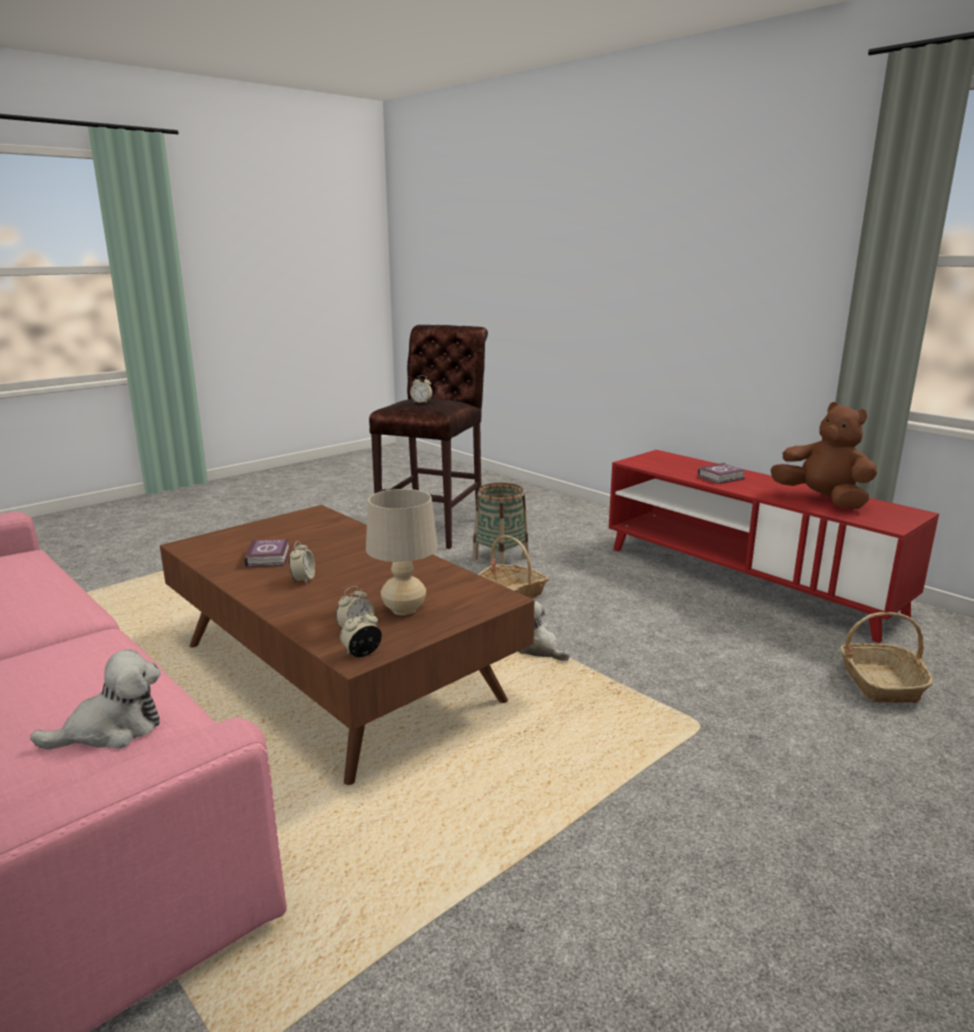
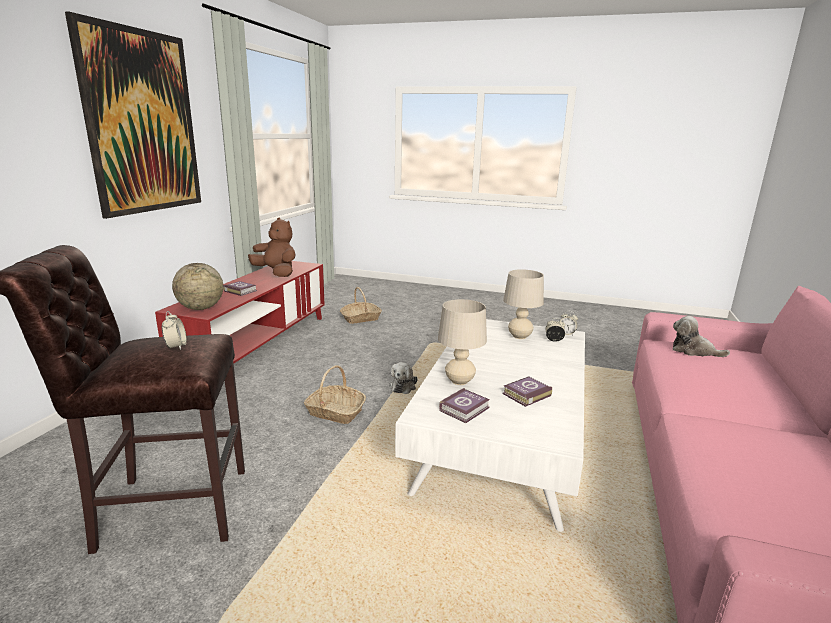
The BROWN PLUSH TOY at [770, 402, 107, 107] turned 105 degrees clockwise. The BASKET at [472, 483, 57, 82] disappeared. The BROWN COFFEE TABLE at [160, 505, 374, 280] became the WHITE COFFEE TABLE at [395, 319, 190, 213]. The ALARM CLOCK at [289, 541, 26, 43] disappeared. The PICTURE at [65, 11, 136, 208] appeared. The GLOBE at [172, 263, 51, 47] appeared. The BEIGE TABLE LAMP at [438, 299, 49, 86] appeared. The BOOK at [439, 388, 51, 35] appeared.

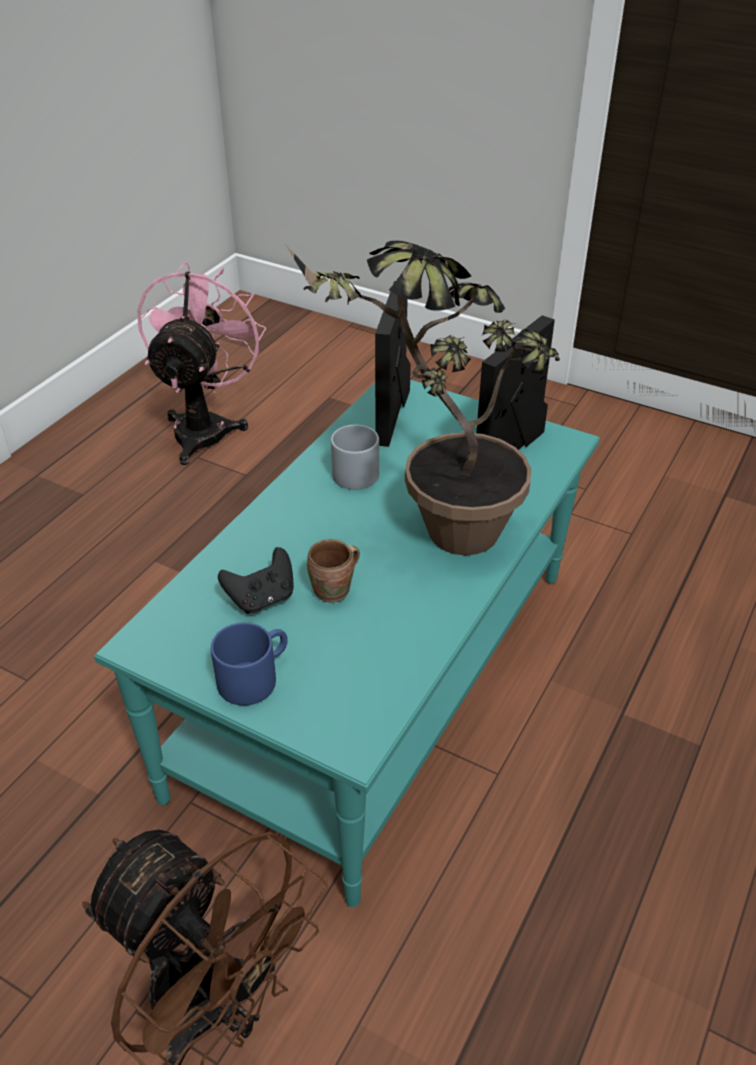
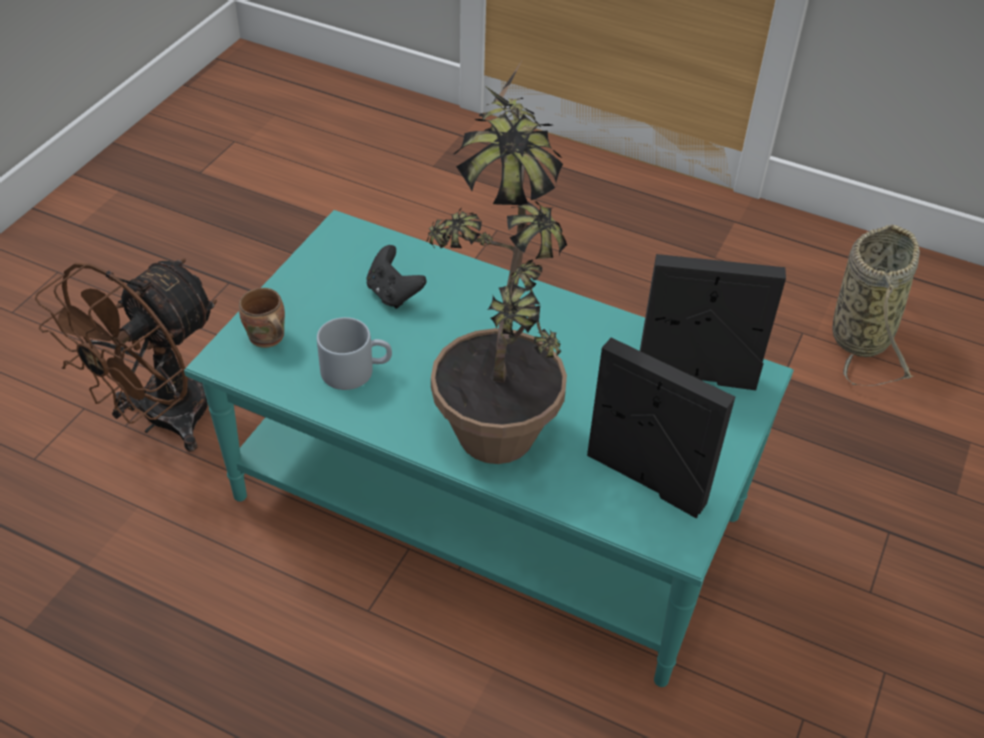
The PINK FAN at [137, 262, 129, 203] was replaced by the BASKET at [832, 225, 88, 161]. The GREY MUG moved from [331, 425, 48, 65] to [317, 317, 75, 73]. The BROWN MUG moved from [307, 539, 53, 64] to [239, 288, 46, 60]. The BLUE MUG at [211, 622, 77, 84] disappeared.

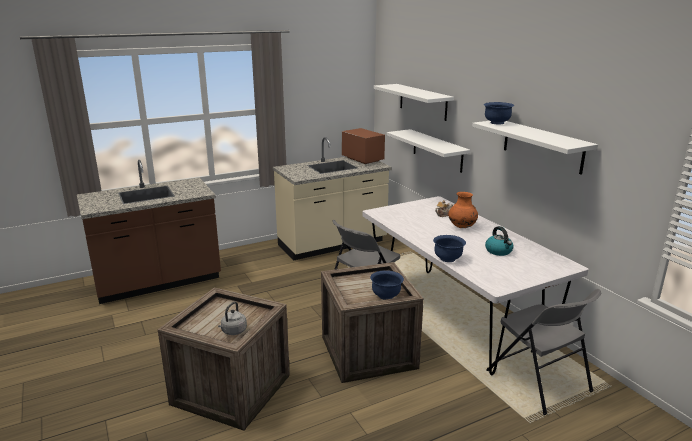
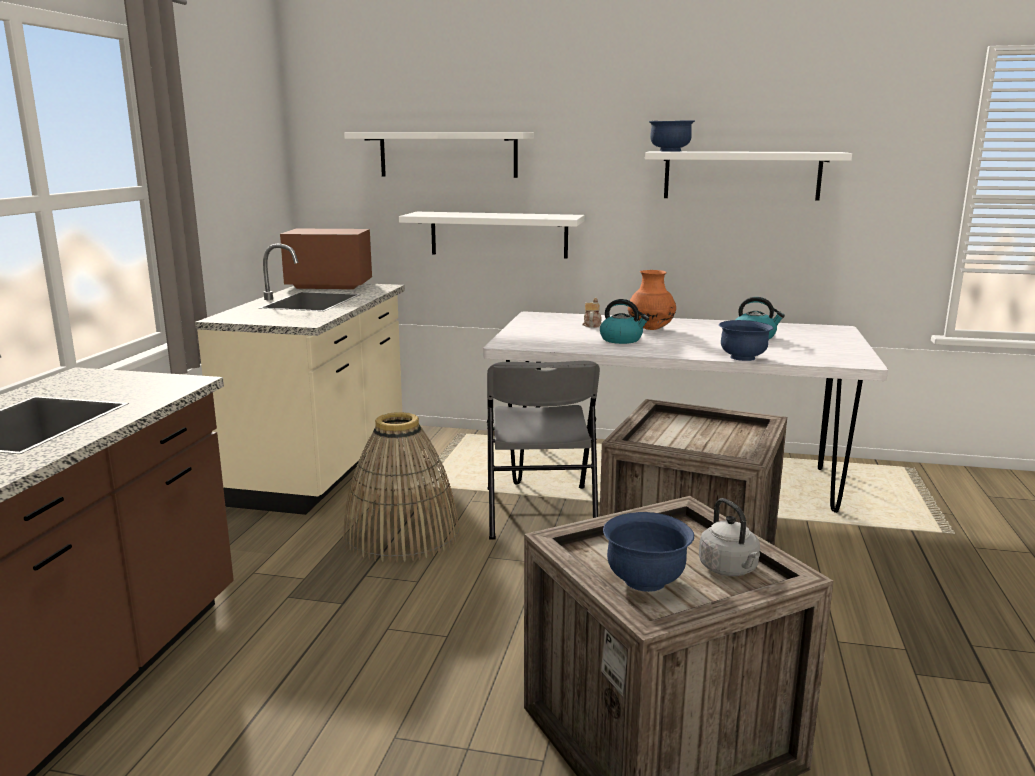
The BLUE BOWL moved from [370, 270, 34, 30] to [603, 512, 91, 80]. The GREY CHAIR at [486, 289, 115, 126] disappeared. The KETTLE at [600, 299, 49, 45] appeared. The BASKET at [343, 412, 117, 151] appeared.

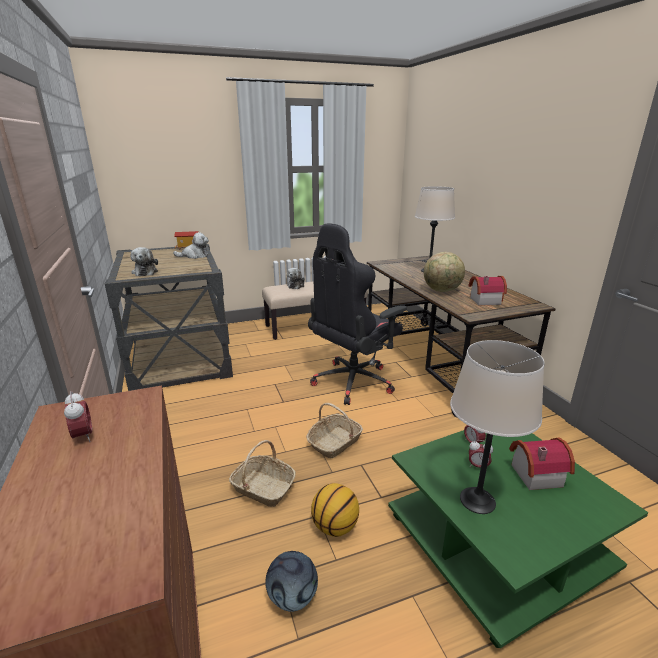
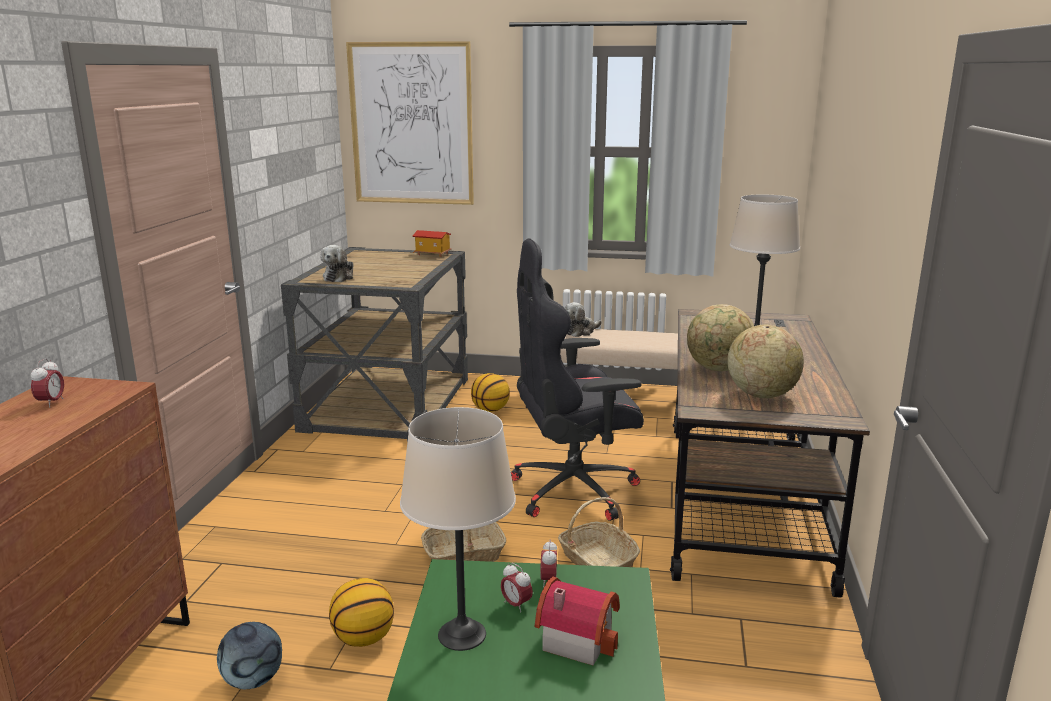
The PLUSH TOY at [173, 232, 36, 27] disappeared. The TOY HOUSE at [468, 276, 39, 29] was replaced by the GLOBE at [727, 325, 77, 73]. The BASKET moved from [229, 440, 67, 67] to [558, 497, 82, 70]. The PICTURE at [346, 41, 128, 164] appeared. The BASKETBALL at [471, 373, 39, 39] appeared.

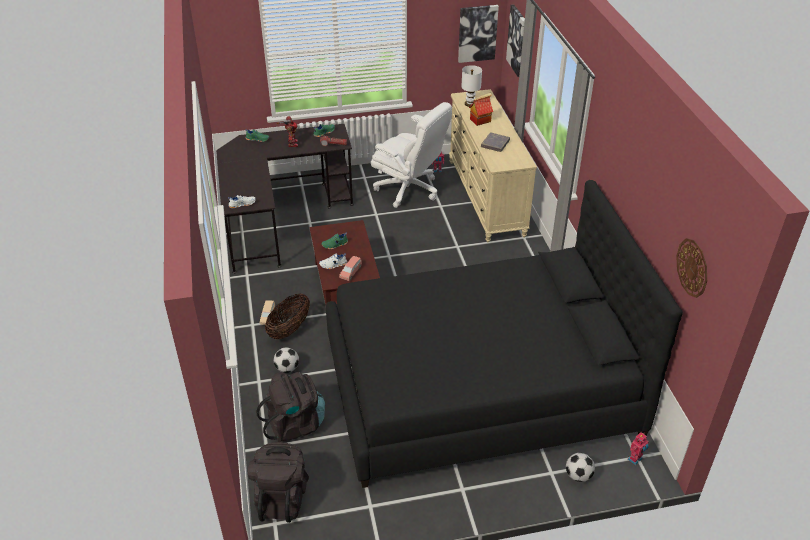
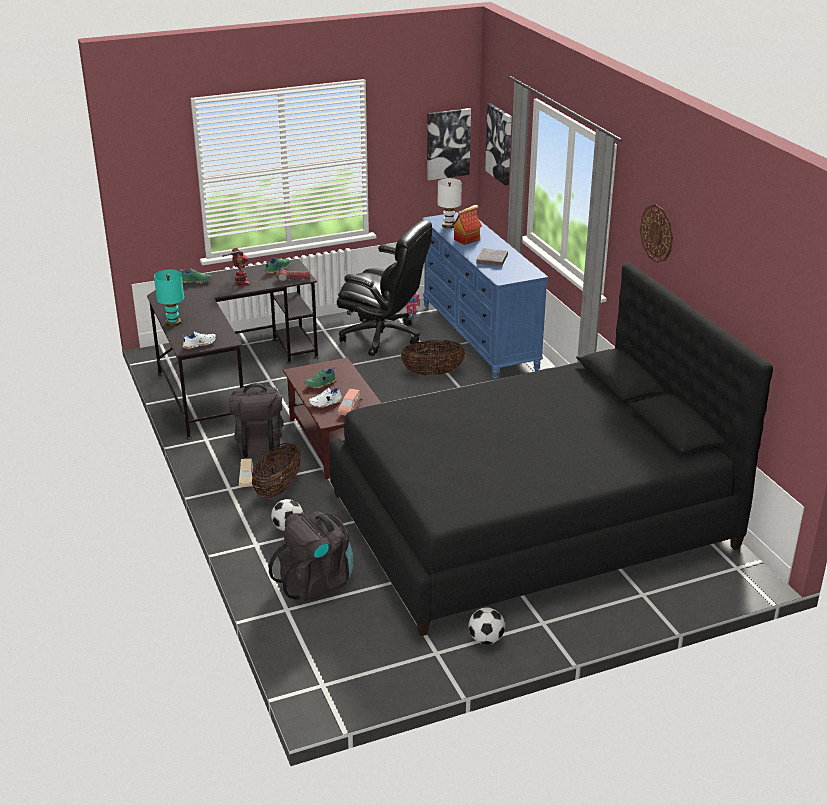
The BEIGE DRESSER at [449, 89, 88, 153] became the BLUE DRESSER at [423, 212, 125, 168]. The WHITE OFFICE CHAIR at [371, 102, 81, 106] became the BLACK OFFICE CHAIR at [337, 220, 95, 136]. The WALL CLOCK moved from [676, 238, 31, 60] to [640, 204, 33, 59]. The TOY ROBOT at [628, 432, 21, 33] disappeared. The BLACK BACKPACK moved from [248, 442, 61, 81] to [229, 383, 55, 76]. The FOOTBALL moved from [566, 453, 29, 29] to [468, 607, 37, 38]. The TURQUOISE TABLE LAMP at [154, 269, 30, 57] appeared. The BASKET at [401, 340, 65, 35] appeared.

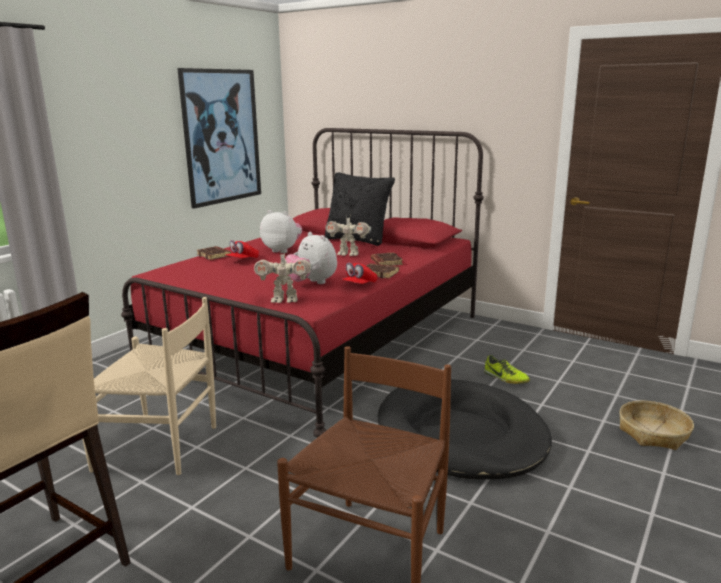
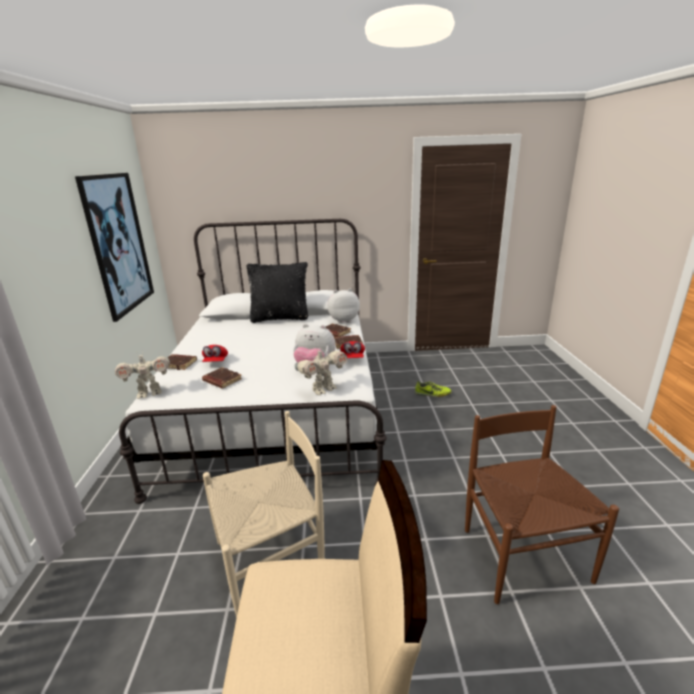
The RED BED at [121, 128, 363, 309] became the WHITE BED at [119, 219, 267, 285]. The PLUSH TOY moved from [260, 210, 42, 43] to [327, 289, 33, 35]. The TOY ROBOT moved from [325, 214, 46, 42] to [115, 354, 55, 45]. The BLACK DOG BED at [378, 379, 174, 101] disappeared. The BASKET at [619, 401, 75, 49] disappeared. The BROWN BOOK at [202, 367, 40, 22] appeared.

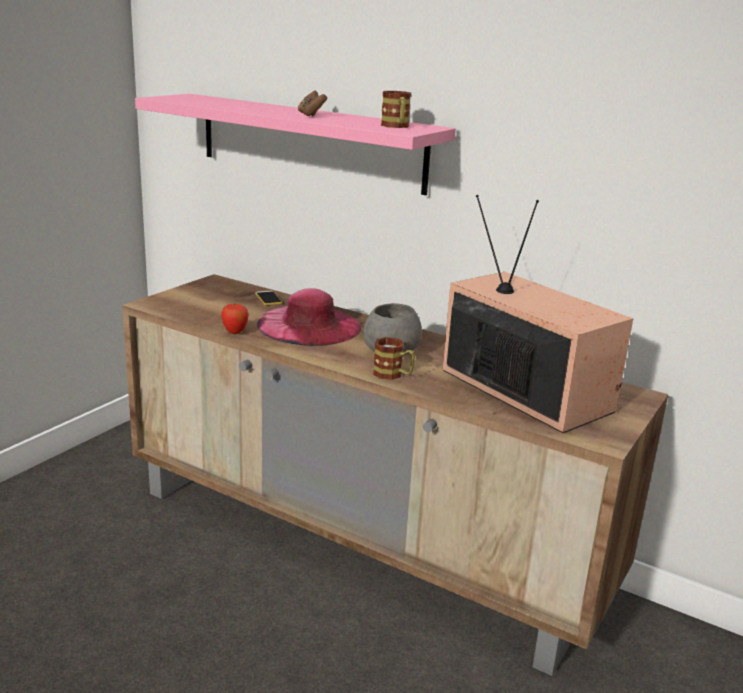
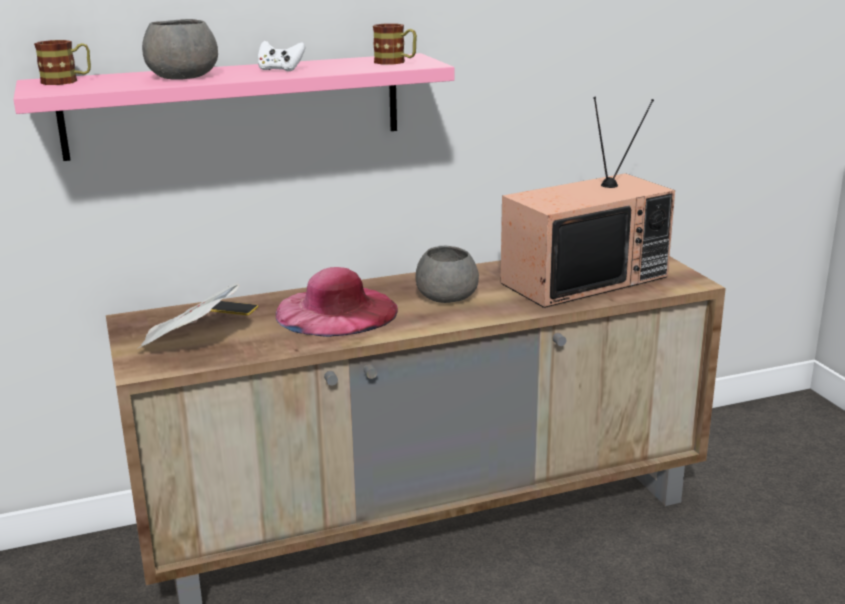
The BROWN GAME CONTROLLER at [298, 90, 29, 26] became the WHITE GAME CONTROLLER at [258, 41, 48, 30]. The TELEVISION at [443, 195, 190, 238] turned 150 degrees clockwise. The APPLE at [221, 303, 28, 31] disappeared. The MUG moved from [373, 337, 42, 43] to [34, 40, 57, 45]. The GREY BOWL at [142, 19, 76, 61] appeared. The NEWSPAPER at [137, 283, 102, 66] appeared.

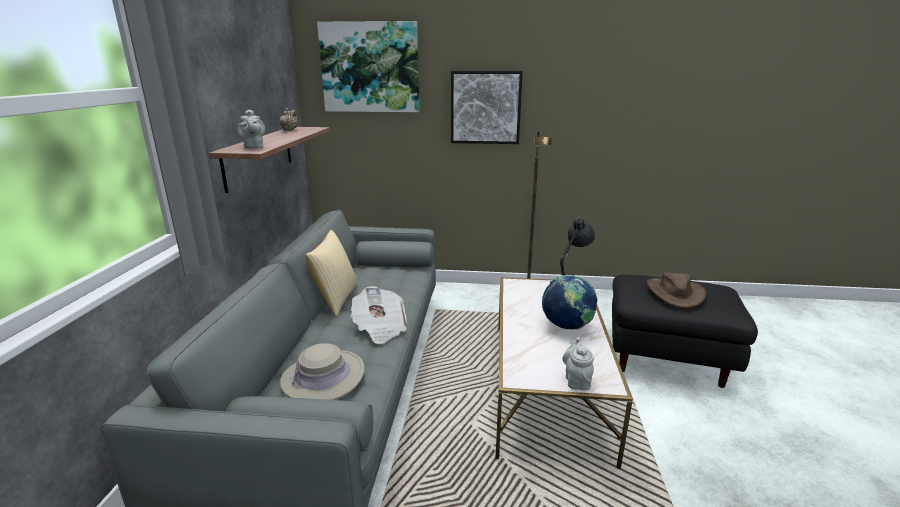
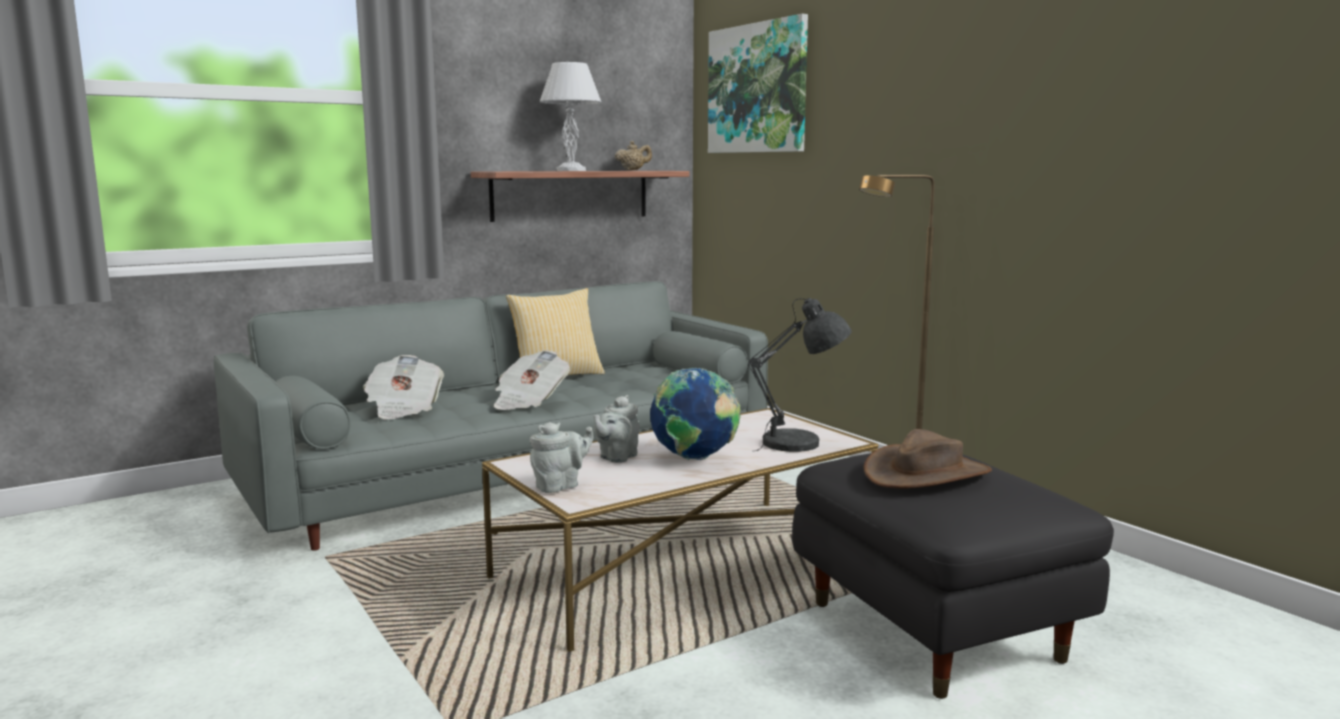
The PICTURE at [451, 71, 72, 73] disappeared. The GREY TEAPOT moved from [238, 109, 27, 39] to [593, 395, 47, 68]. The BEIGE HAT at [280, 343, 85, 57] was replaced by the NEWSPAPER at [363, 355, 82, 64]. The WHITE TABLE LAMP at [540, 62, 61, 109] appeared.

